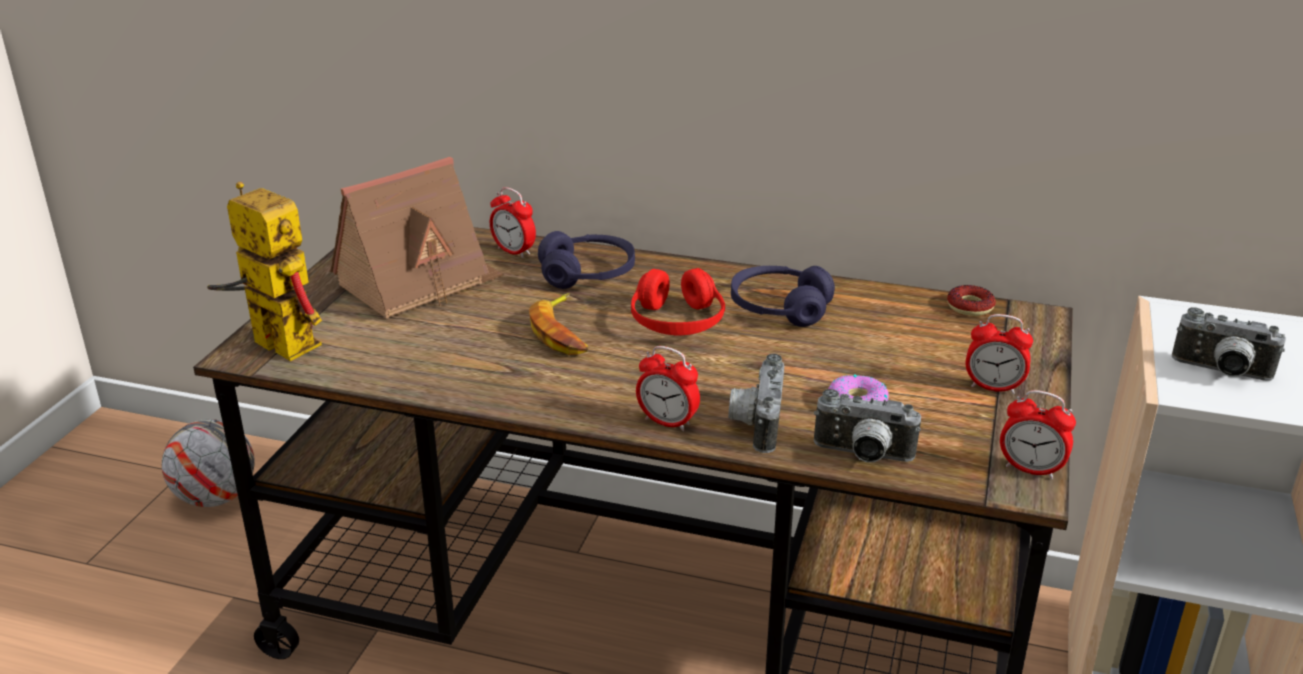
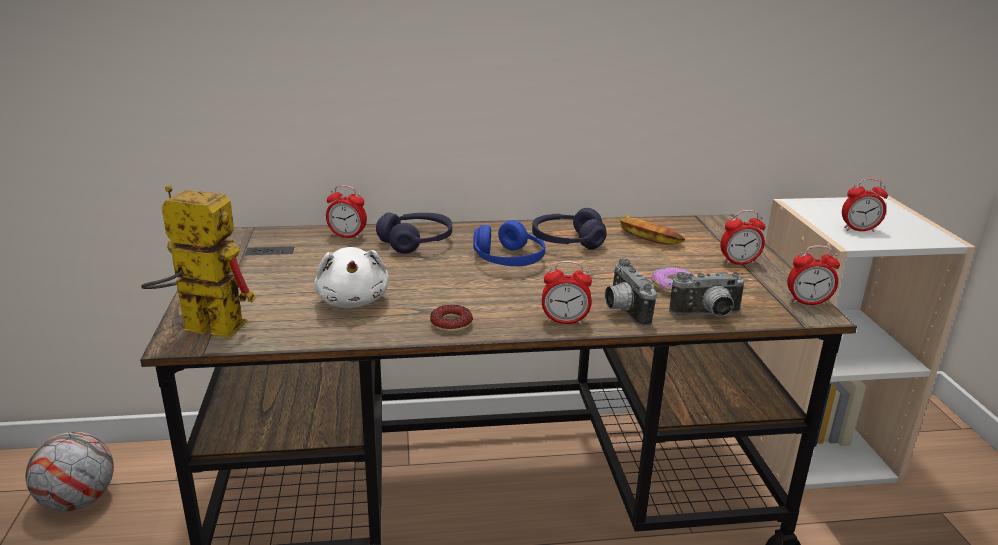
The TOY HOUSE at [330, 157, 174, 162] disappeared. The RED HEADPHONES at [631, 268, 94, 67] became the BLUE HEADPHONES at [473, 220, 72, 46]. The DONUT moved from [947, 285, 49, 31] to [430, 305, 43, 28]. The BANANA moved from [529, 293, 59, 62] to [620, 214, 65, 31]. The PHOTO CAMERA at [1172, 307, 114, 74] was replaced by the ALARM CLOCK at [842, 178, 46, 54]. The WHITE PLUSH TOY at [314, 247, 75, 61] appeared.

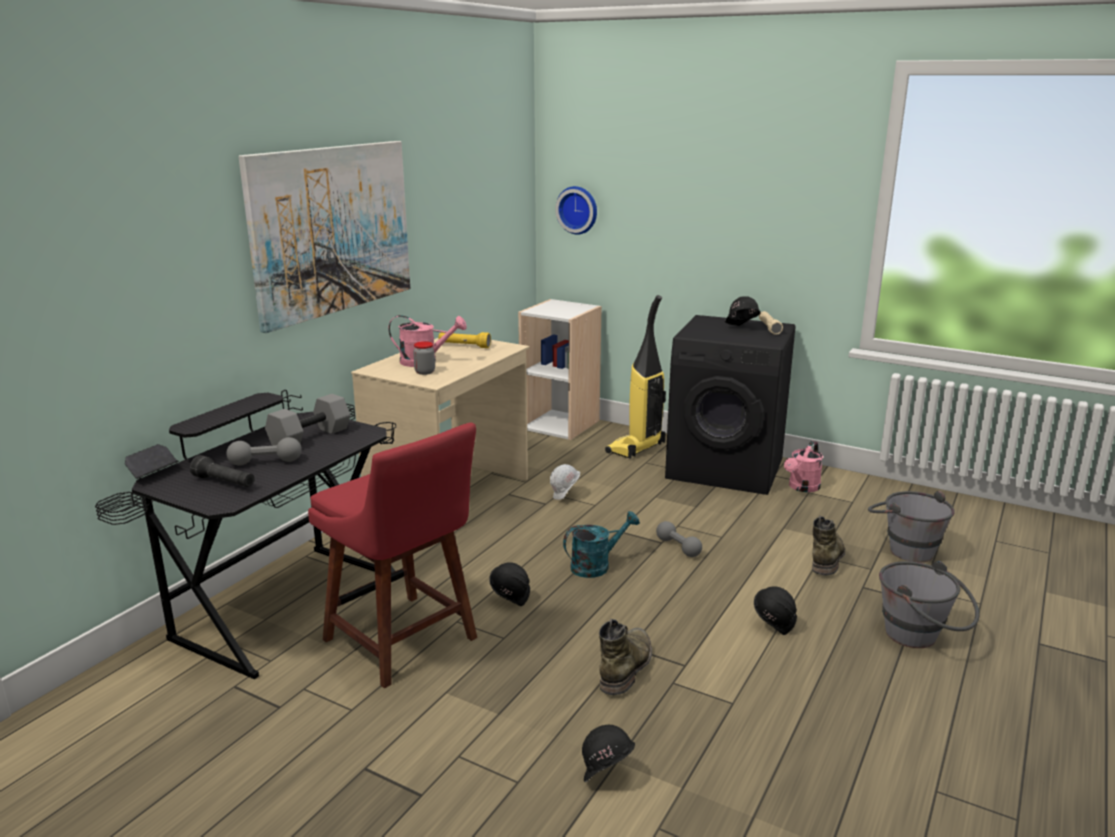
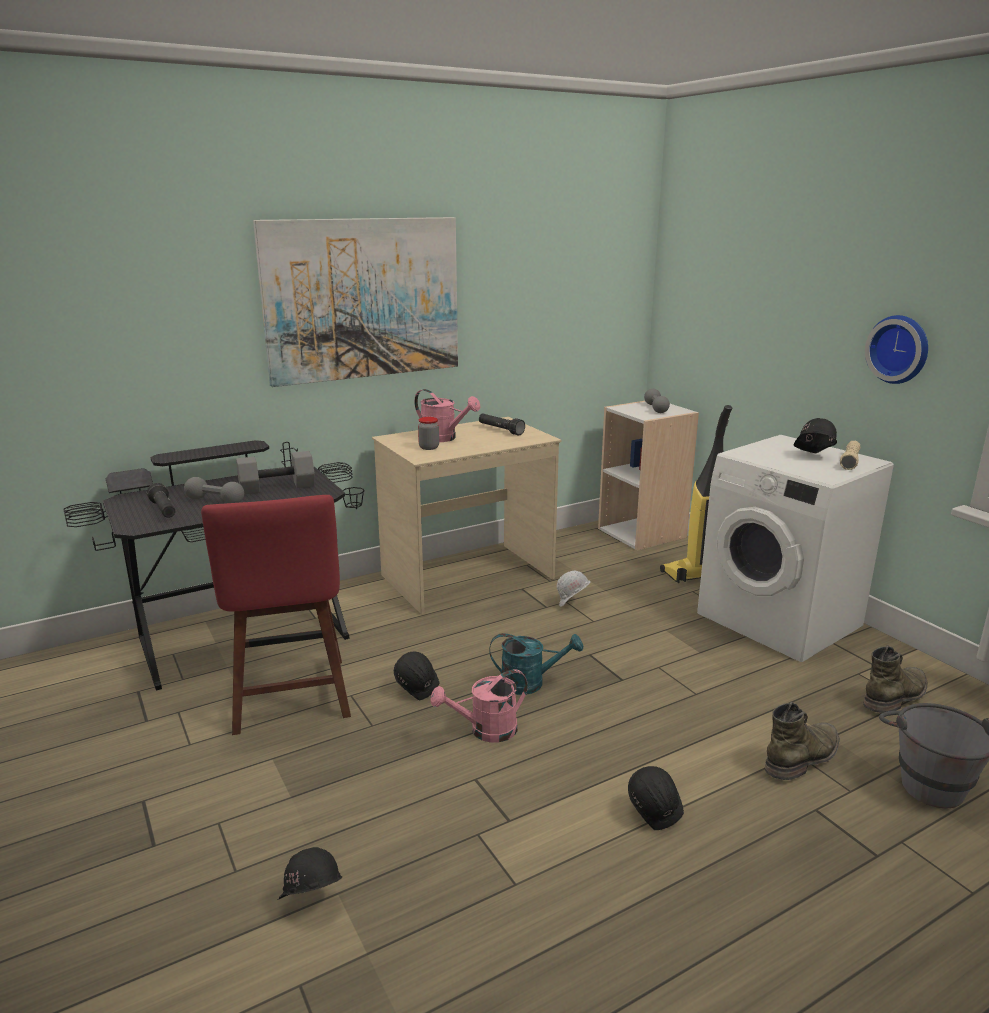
The WALL CLOCK moved from [555, 186, 42, 49] to [865, 315, 63, 69]. The BLACK WASHING MACHINE at [665, 315, 131, 180] became the WHITE WASHING MACHINE at [697, 435, 197, 227]. The YELLOW FLASHLIGHT at [438, 332, 53, 16] became the BLACK FLASHLIGHT at [479, 414, 46, 22]. The PINK WATERING CAN moved from [784, 441, 39, 51] to [430, 669, 98, 73]. The GREY DUMBBELL moved from [656, 521, 46, 36] to [644, 389, 26, 24]. The GREY BUCKET at [879, 561, 100, 87] disappeared. The GREEN BOOT moved from [599, 619, 53, 76] to [863, 645, 65, 68].

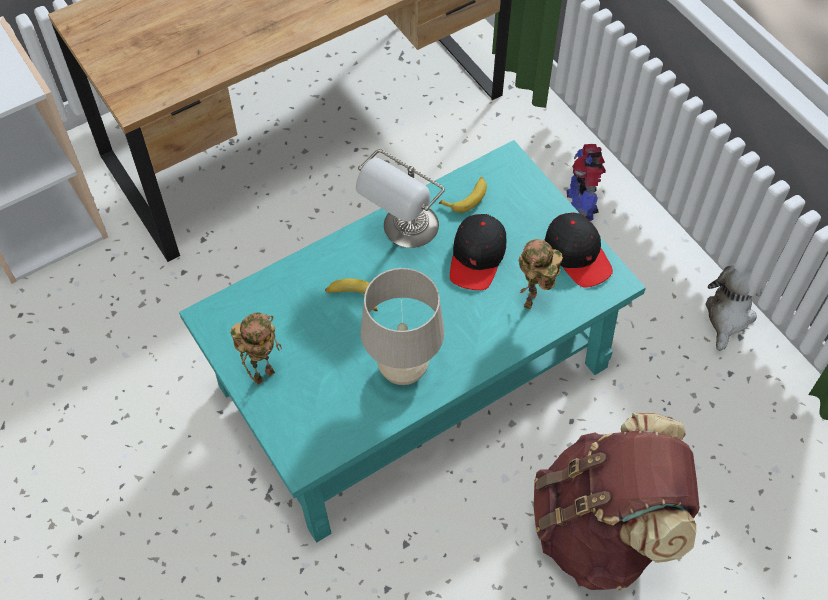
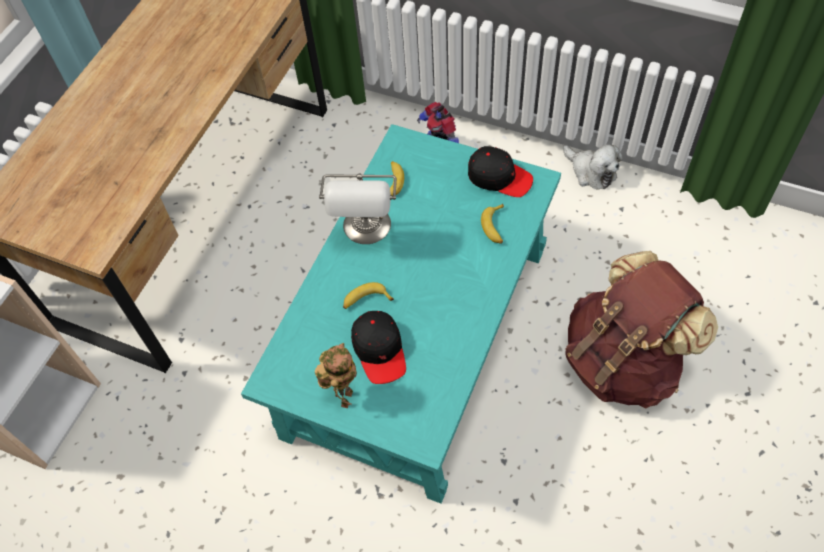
The BLACK CAP moved from [450, 214, 56, 76] to [351, 311, 55, 73]. The TOY ROBOT at [519, 239, 44, 70] was replaced by the BANANA at [481, 204, 23, 40]. The PLUSH TOY at [705, 265, 58, 86] turned 150 degrees clockwise. The BEIGE TABLE LAMP at [360, 268, 84, 117] disappeared.

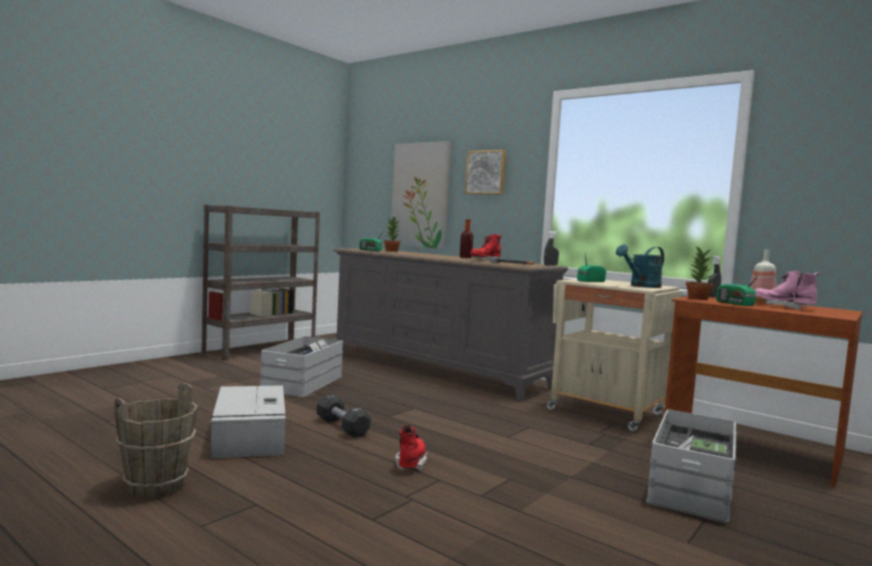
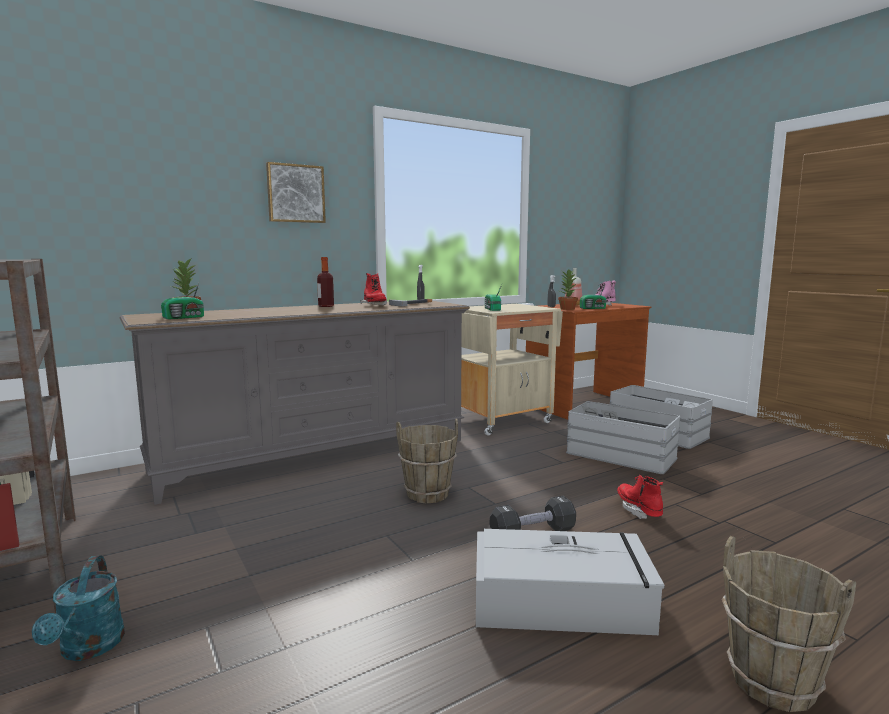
The PICTURE at [390, 141, 61, 108] disappeared. The TURQUOISE WATERING CAN moved from [616, 244, 48, 44] to [32, 556, 93, 105]. The GREY STORAGE BOX moved from [260, 336, 83, 61] to [566, 401, 114, 73]. The RED BOOT at [395, 425, 33, 46] turned 45 degrees clockwise. The BROWN BUCKET at [396, 418, 62, 85] appeared.

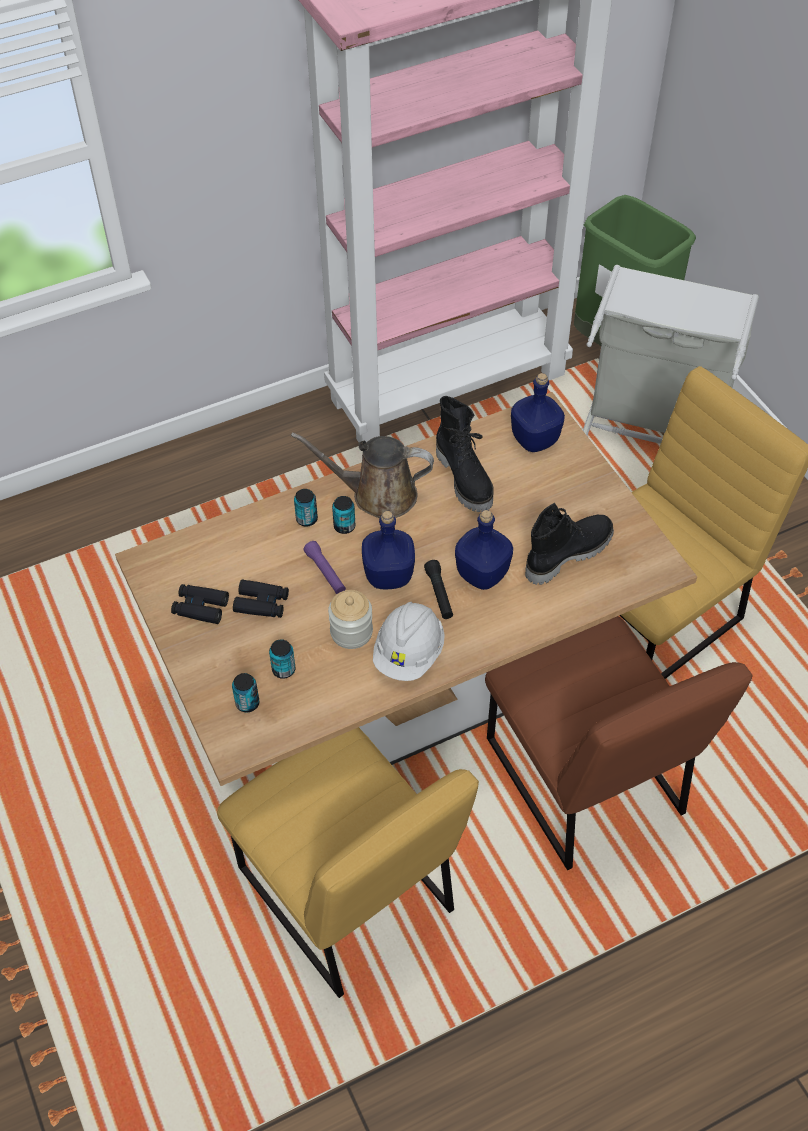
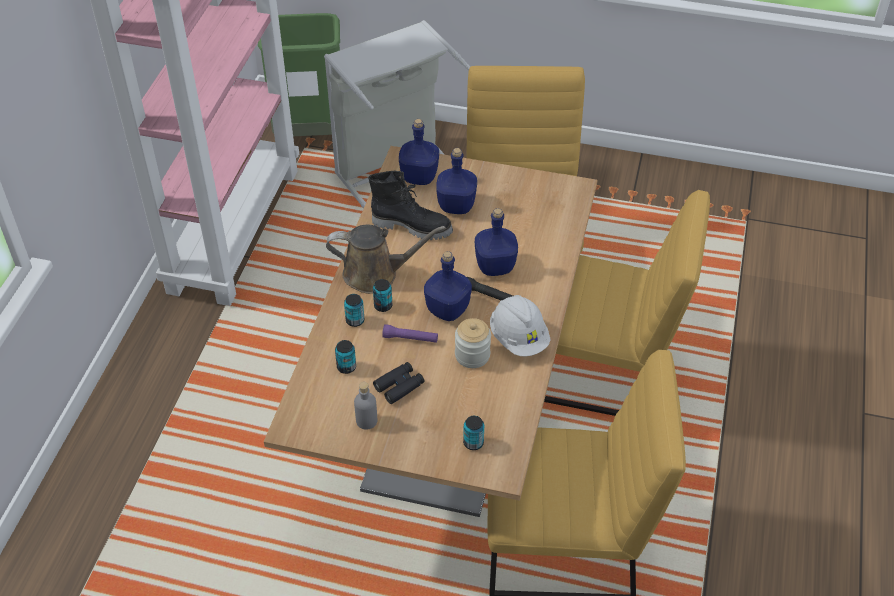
The BROWN WATERING CAN at [291, 432, 143, 86] turned 135 degrees counterclockwise. The BLACK BOOT at [525, 503, 89, 82] disappeared. The BLACK BINOCULARS at [171, 584, 58, 40] was replaced by the GREY BOTTLE at [354, 382, 23, 48]. The BROWN CHAIR at [485, 616, 268, 254] became the YELLOW CHAIR at [544, 190, 166, 226]. The CAN moved from [269, 639, 27, 40] to [335, 340, 21, 34]. The BLUE BOTTLE at [436, 148, 41, 66] appeared.

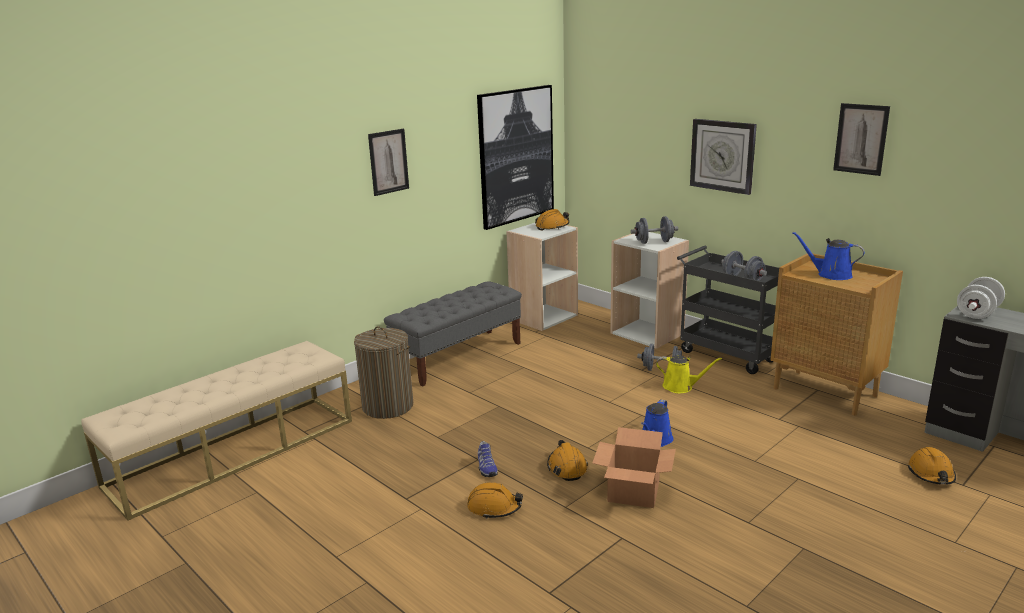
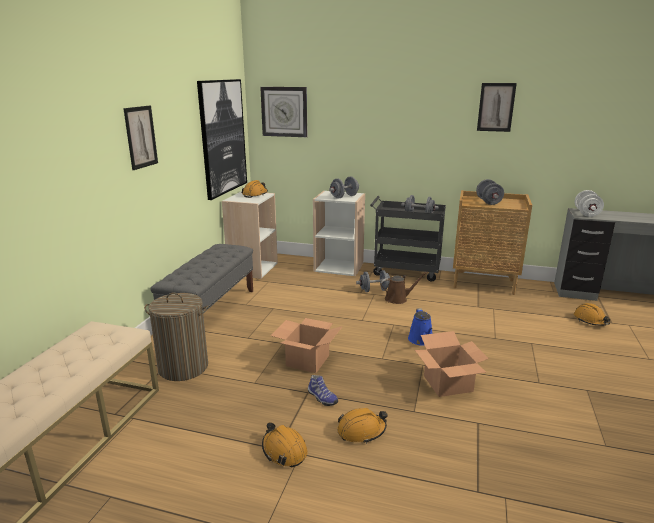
The WALL CLOCK moved from [690, 119, 67, 76] to [260, 87, 47, 50]. The BLUE WATERING CAN at [792, 232, 73, 48] was replaced by the GREY DUMBBELL at [476, 179, 28, 26]. The YELLOW WATERING CAN at [656, 355, 66, 38] became the BROWN WATERING CAN at [381, 272, 47, 32]. The ORANGE HARD HAT moved from [547, 440, 41, 41] to [262, 422, 46, 45]. The CARDBOARD BOX at [270, 318, 73, 55] appeared.

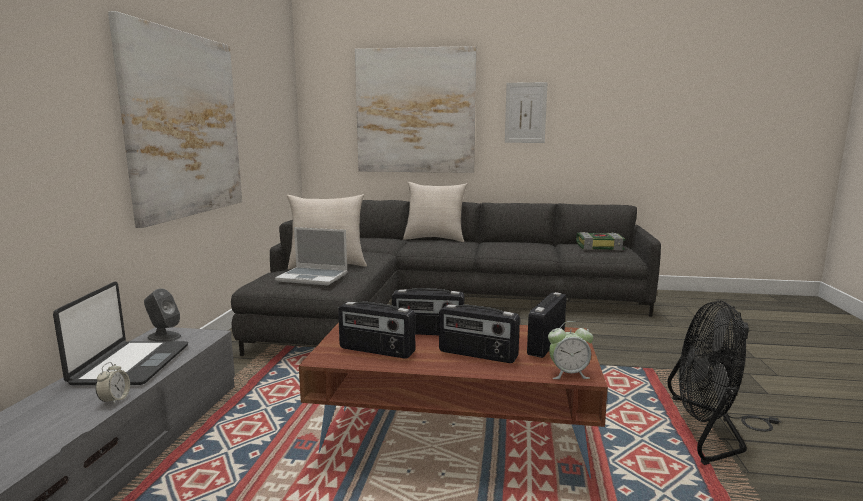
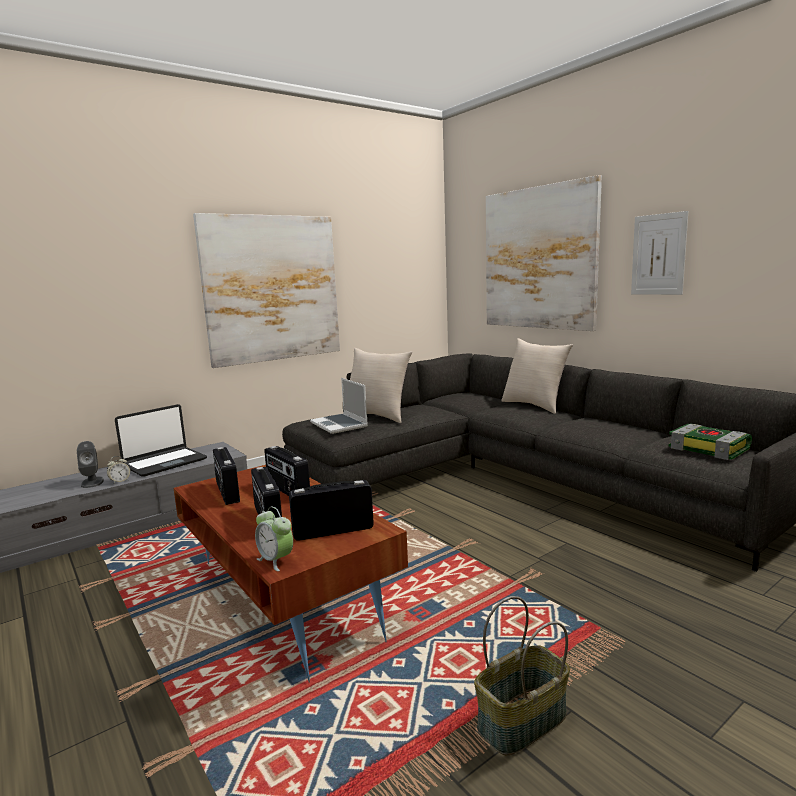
The GREY SPEAKER moved from [144, 288, 37, 53] to [77, 441, 27, 47]. The BLACK FAN at [668, 301, 114, 164] was replaced by the BASKET at [474, 596, 96, 160].

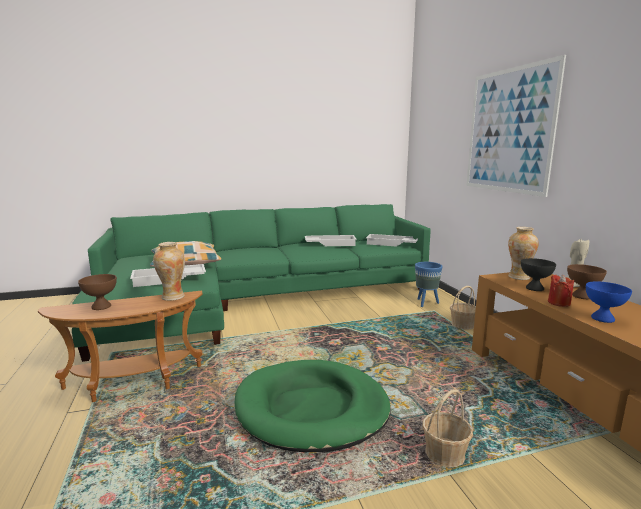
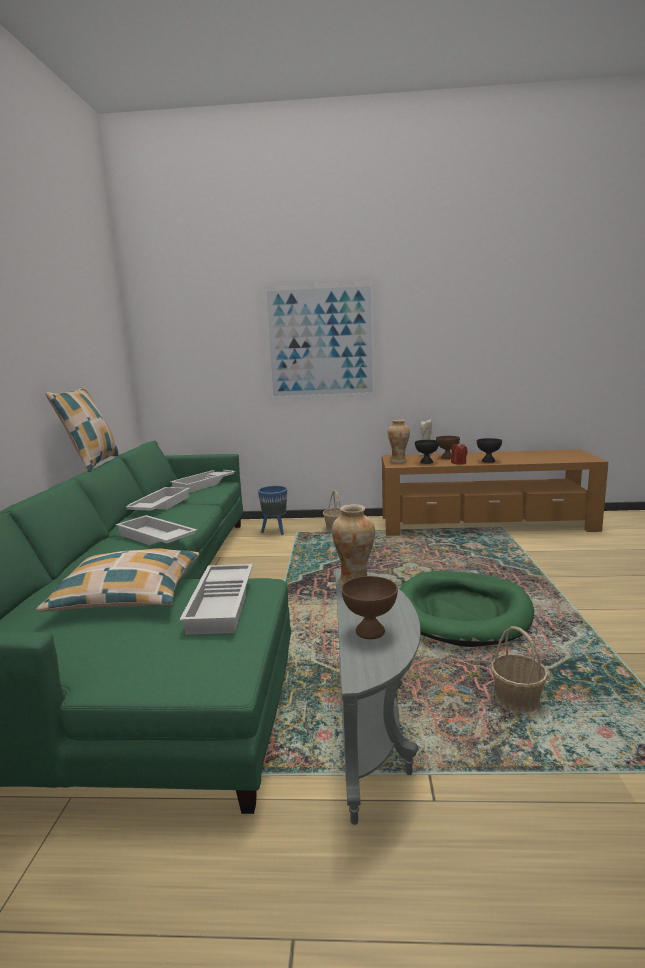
The BLUE BOWL at [586, 281, 46, 42] became the BLACK BOWL at [477, 438, 25, 25]. The BROWN SIDE TABLE at [38, 290, 165, 112] became the GREY SIDE TABLE at [335, 569, 85, 256]. The BASKET moved from [422, 390, 51, 78] to [491, 626, 57, 87]. The PILLOW at [45, 386, 74, 86] appeared. The WHITE TRAY at [116, 515, 82, 30] appeared.

